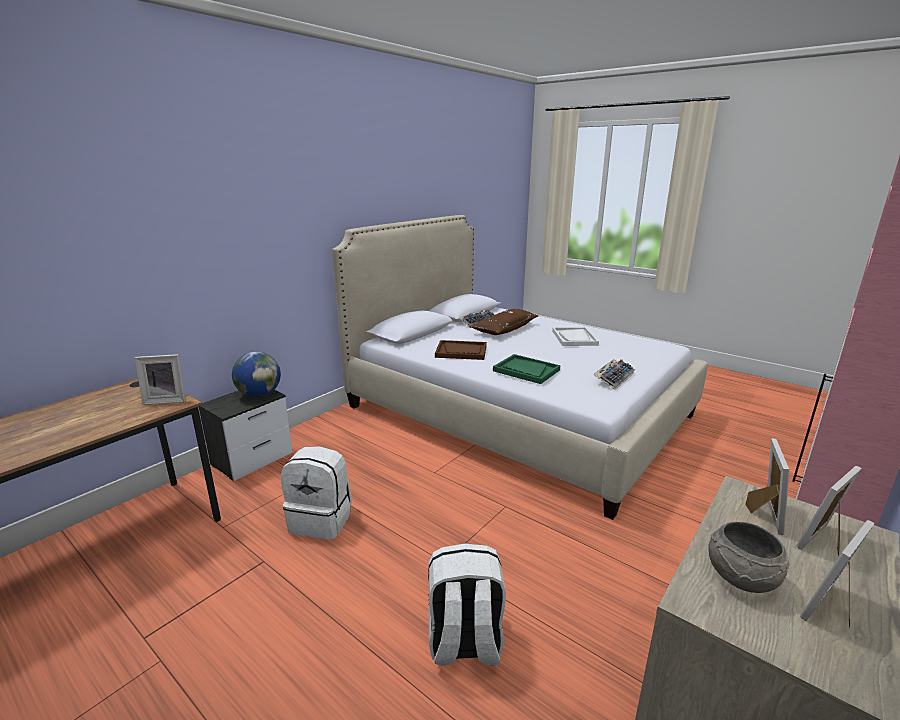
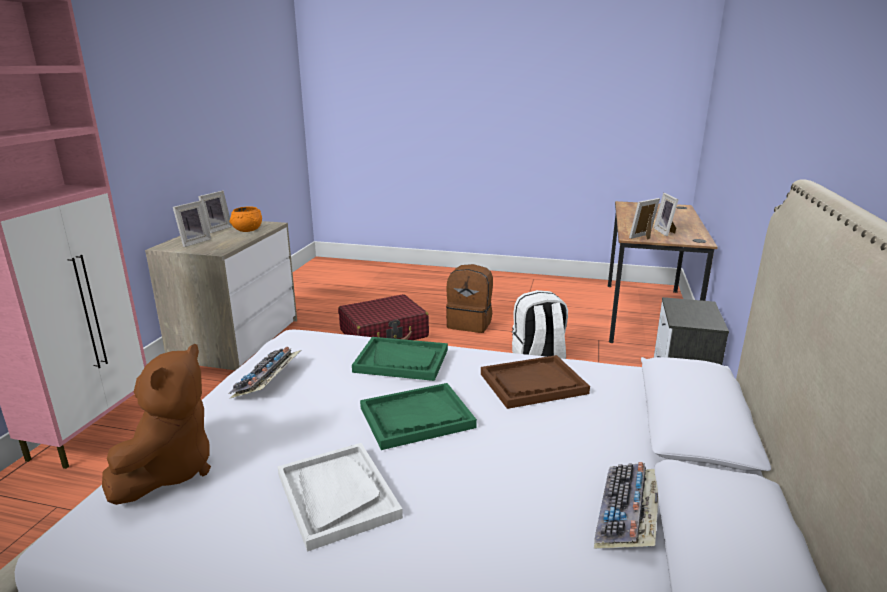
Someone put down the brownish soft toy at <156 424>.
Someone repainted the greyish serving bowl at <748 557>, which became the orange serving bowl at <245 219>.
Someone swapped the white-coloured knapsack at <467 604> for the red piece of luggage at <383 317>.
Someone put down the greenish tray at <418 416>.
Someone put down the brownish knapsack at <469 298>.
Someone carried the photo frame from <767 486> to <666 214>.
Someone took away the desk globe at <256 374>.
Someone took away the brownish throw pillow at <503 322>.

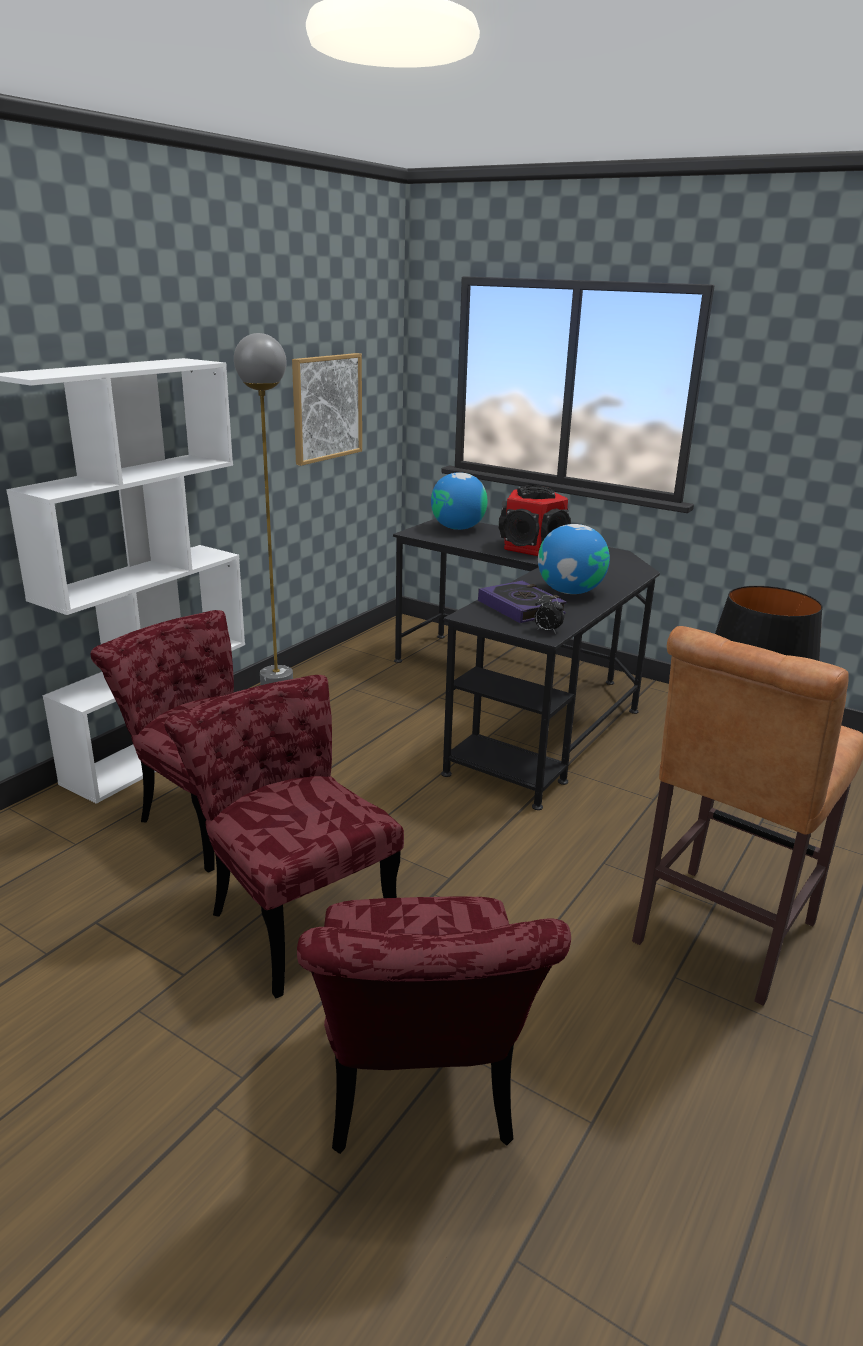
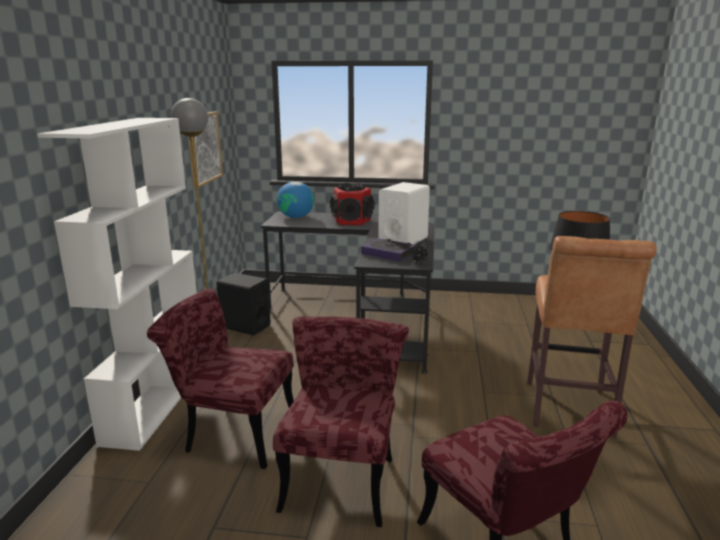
Someone put down the black speaker at <243 304>.
Someone rotated the red plain chair at <284 836> by 75 degrees clockwise.
Someone swapped the desk globe at <574 559> for the white-coloured speaker at <404 213>.

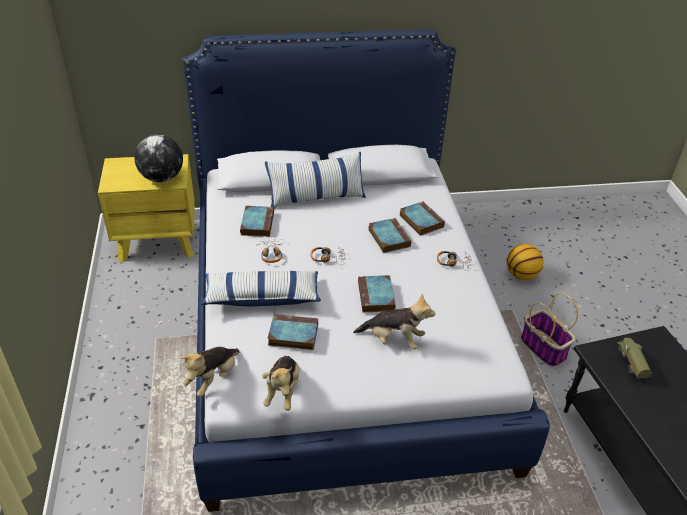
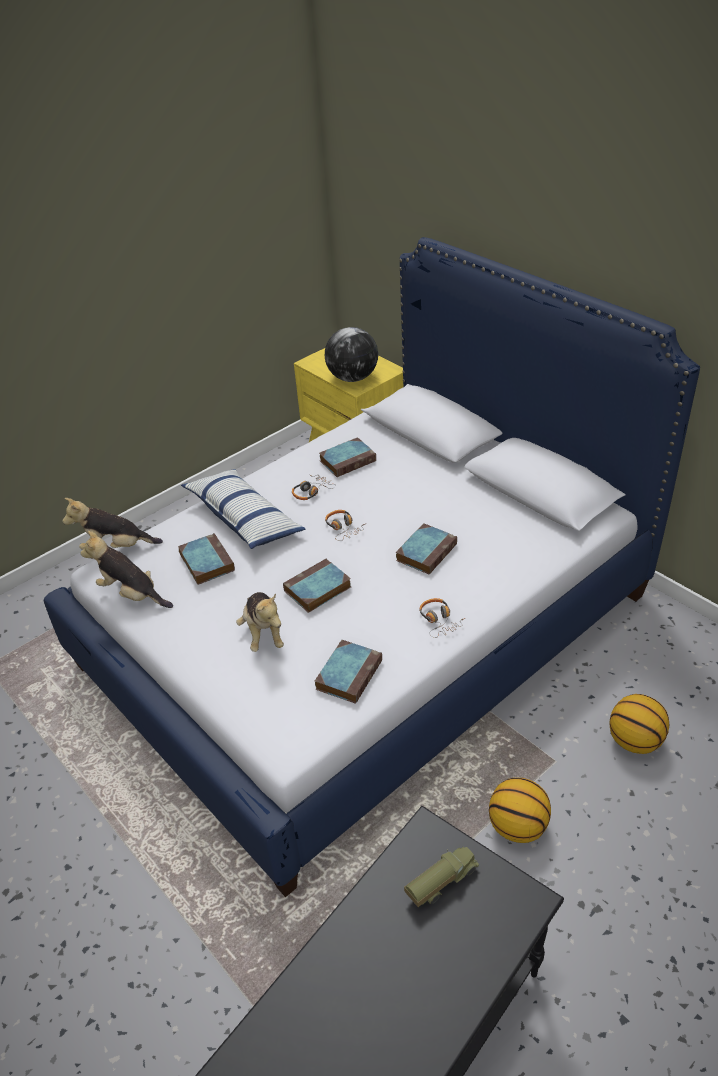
Someone rotated the soft toy at <281 383> by 60 degrees clockwise.
Someone carried the bound book from <422 218> to <348 672>.
Someone swapped the household basket at <549 330> for the basketball at <520 810>.
Someone took away the throw pillow at <315 180>.

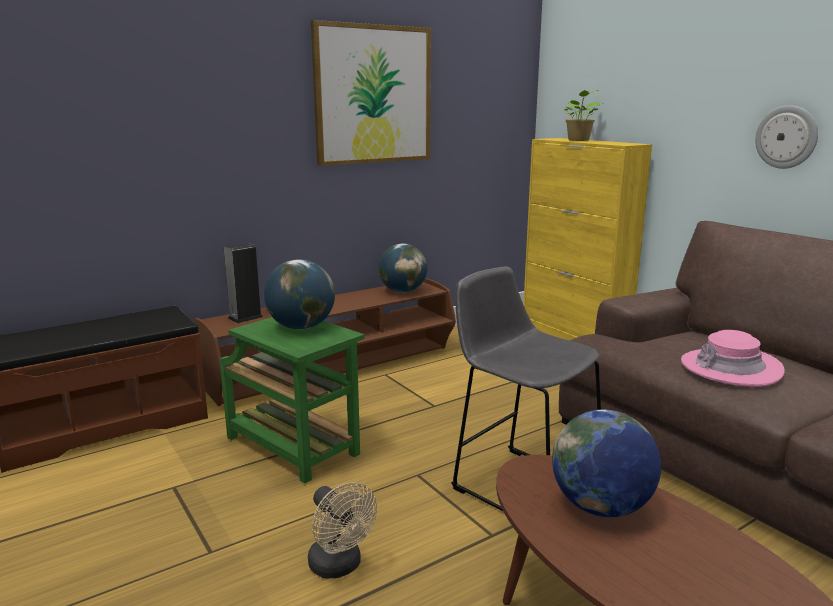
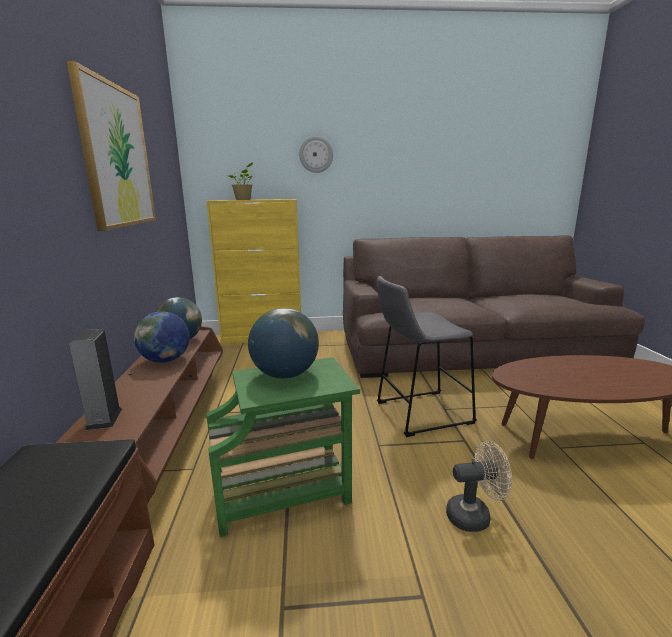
Someone carried the desk globe from <606 463> to <162 337>.
Someone carried the clock on the wall from <786 137> to <316 154>.
Someone took away the pink-coloured hat at <733 358>.

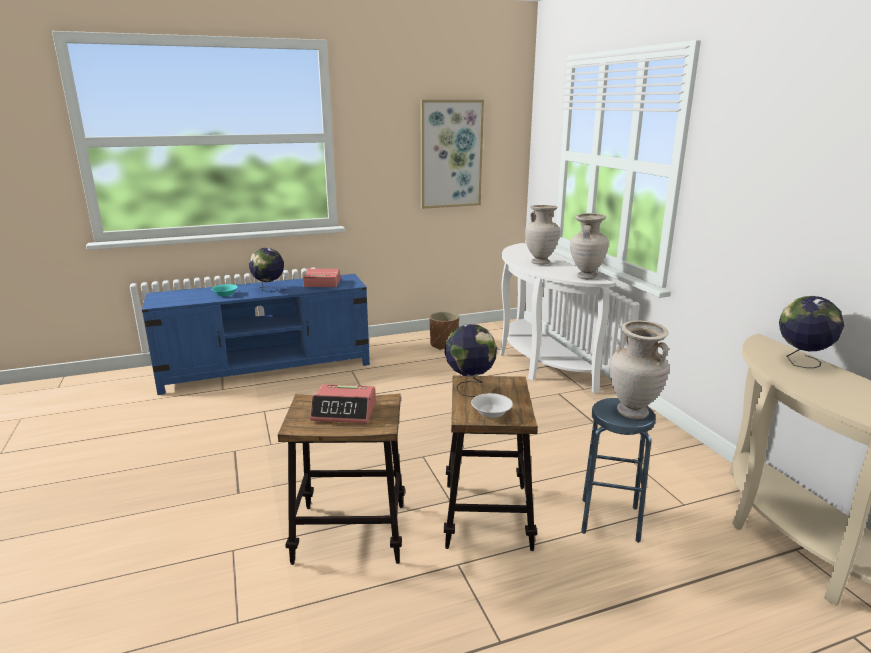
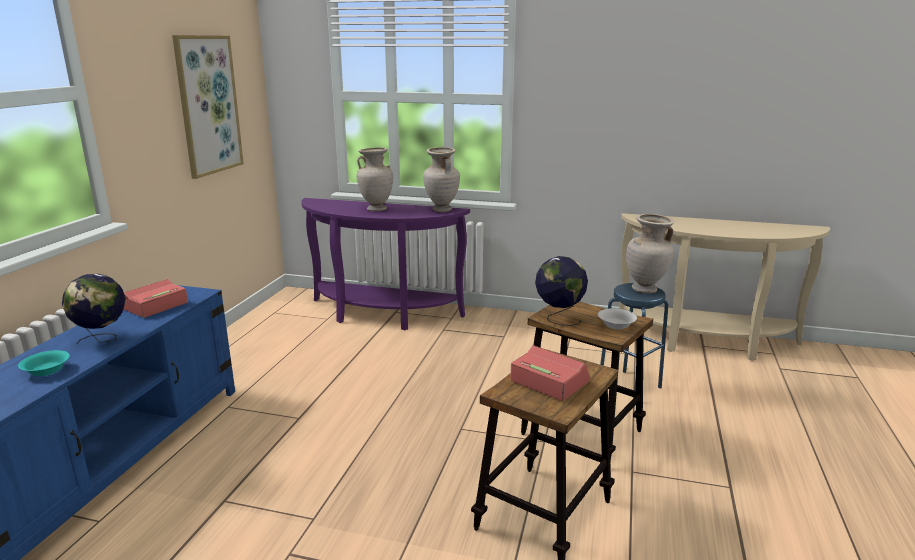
Someone repainted the white-coloured console table at <557 318>, which became the purple-coloured console table at <385 264>.
Someone rotated the table clock at <343 403> by 90 degrees counterclockwise.
Someone took away the brownish plant pot at <444 330>.
Someone took away the desk globe at <812 332>.

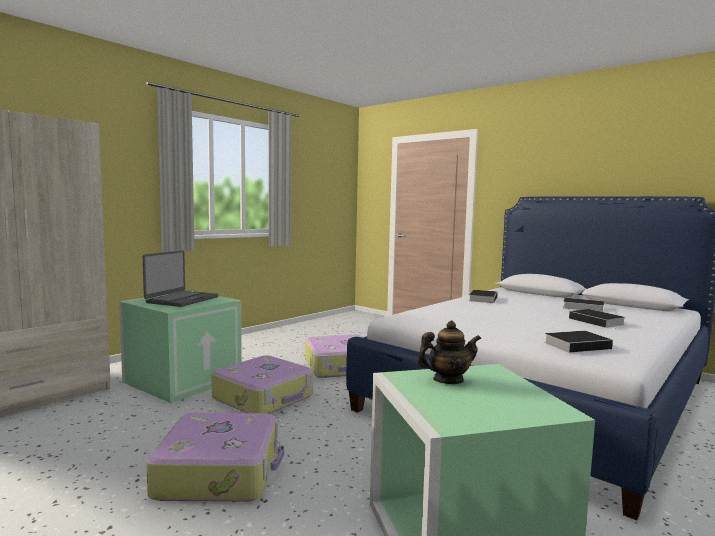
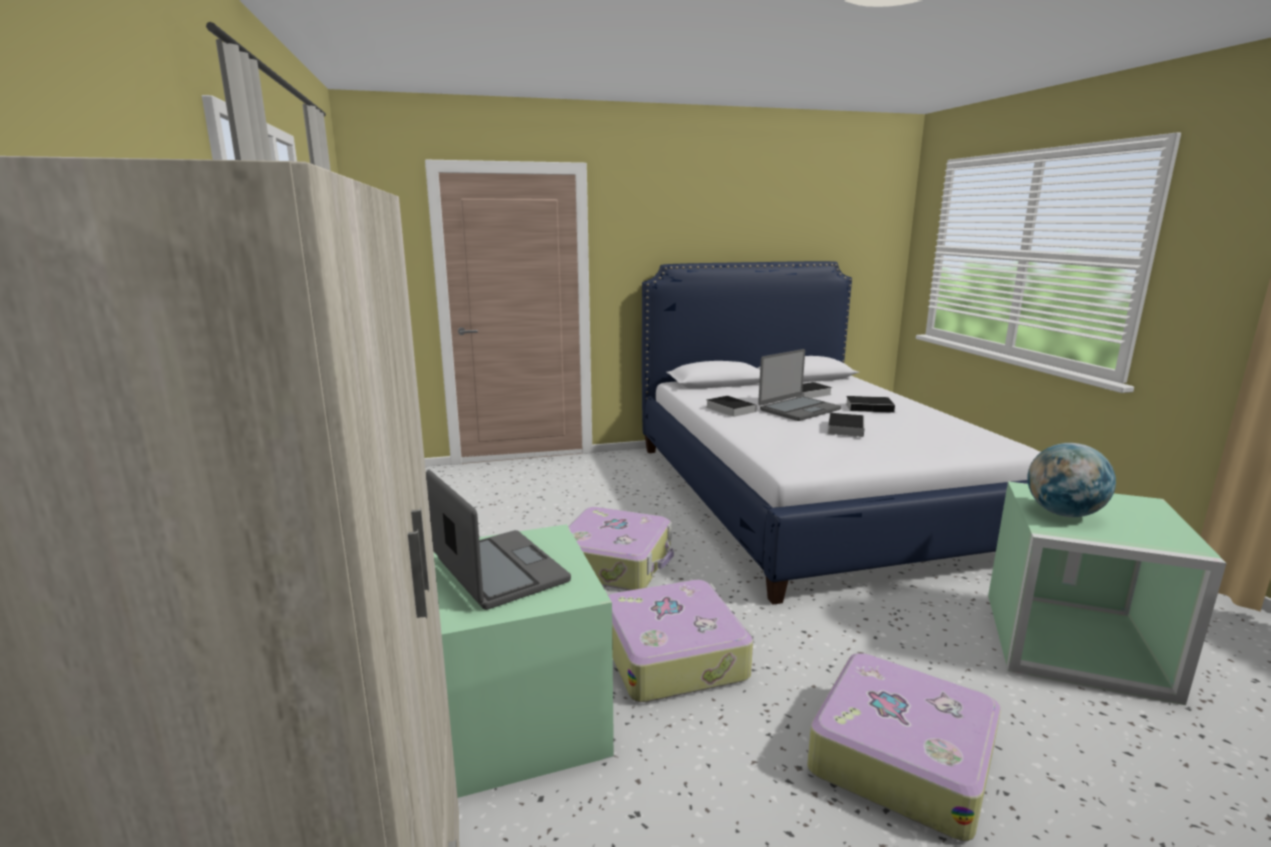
Someone put down the laptop at <799 385>.
Someone carried the bound book from <578 342> to <846 425>.
Someone swapped the tea pot at <449 352> for the desk globe at <1071 480>.

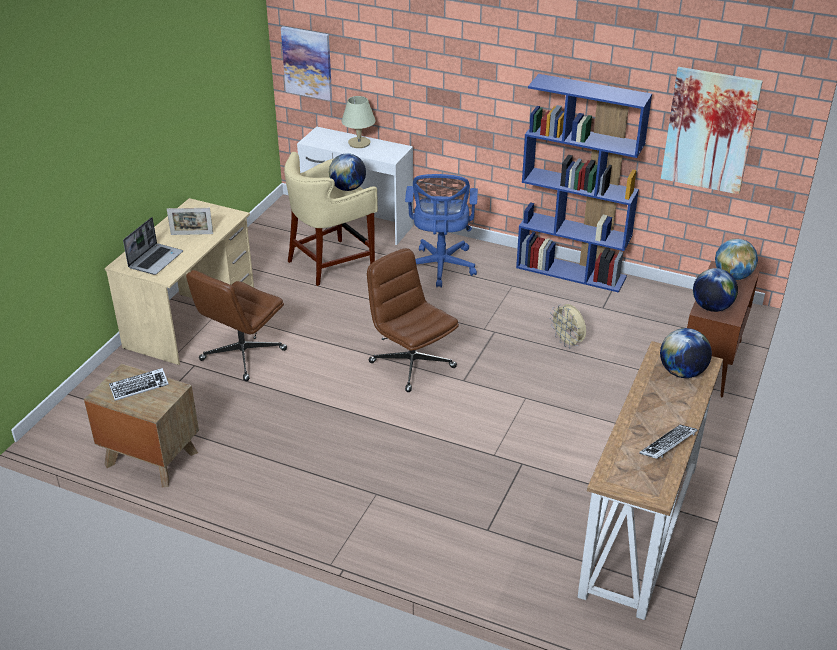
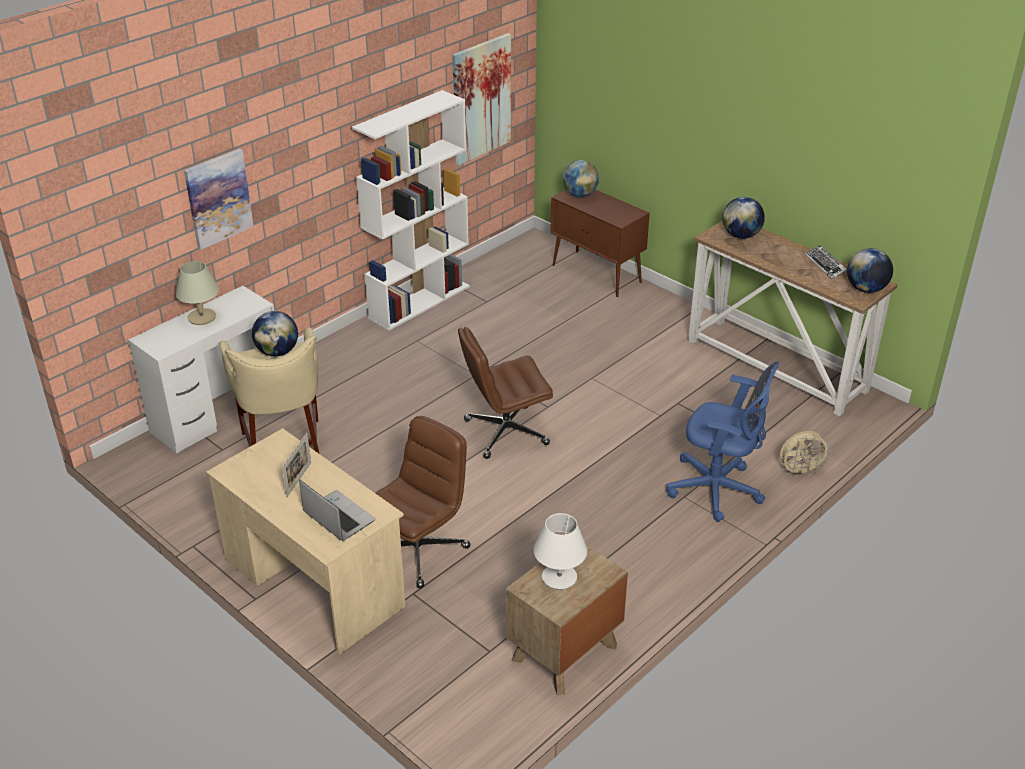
Someone carried the wall art from <306 63> to <219 199>.
Someone repainted the bluish bookshelf at <584 183>, which became the white-coloured bookshelf at <411 210>.
Someone rotated the brownish desk chair at <236 325> by 105 degrees counterclockwise.
Someone swapped the keyboard at <139 384> for the white-coloured table lamp at <560 551>.
Someone carried the bluish desk chair from <441 231> to <723 442>.
Someone carried the sand-coloured cooling fan from <568 325> to <806 454>.
Someone carried the desk globe from <715 290> to <870 270>.

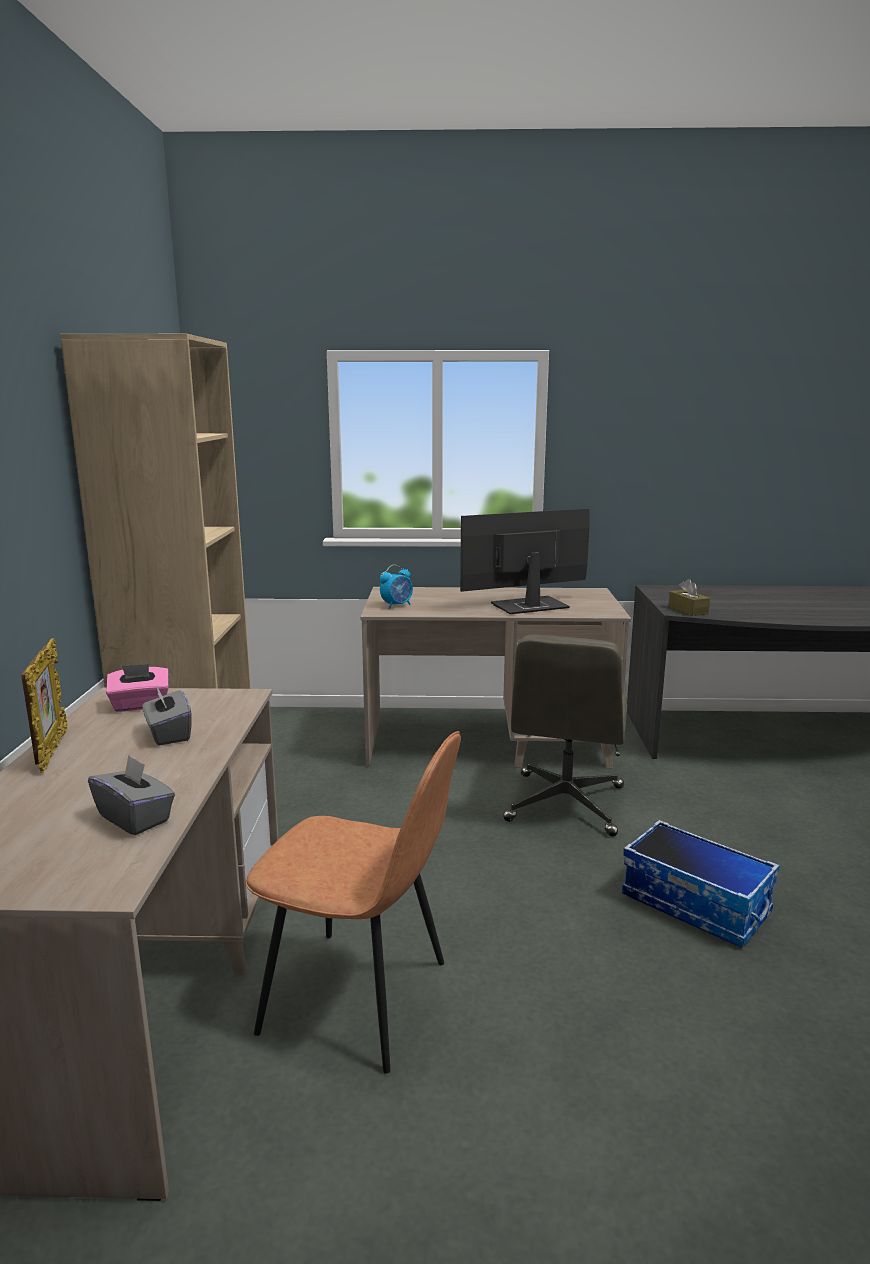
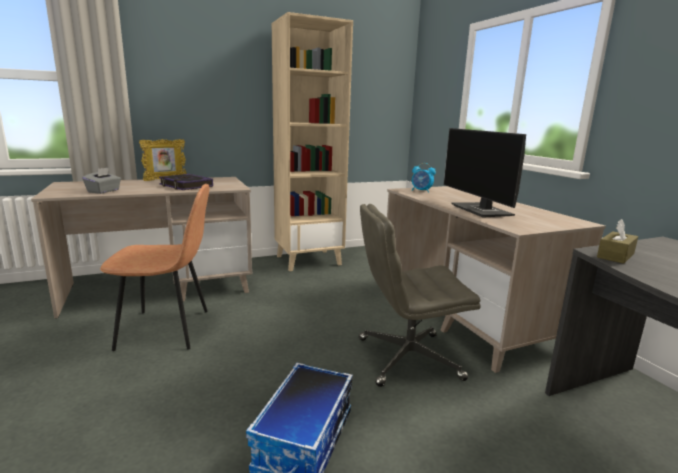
Someone rotated the brownish plain chair at <353 902> by 90 degrees counterclockwise.
Someone swapped the greyish box of tissues at <167 715> for the bound book at <186 182>.
Someone rotated the computer screen at <525 561> by 150 degrees counterclockwise.
Someone took away the pink-coloured box of tissues at <137 688>.

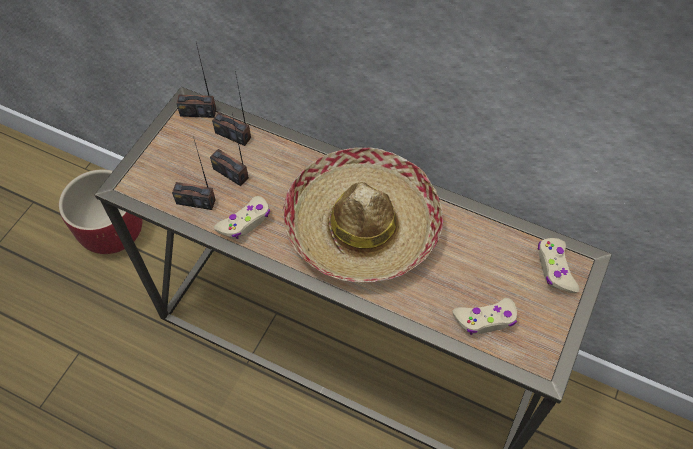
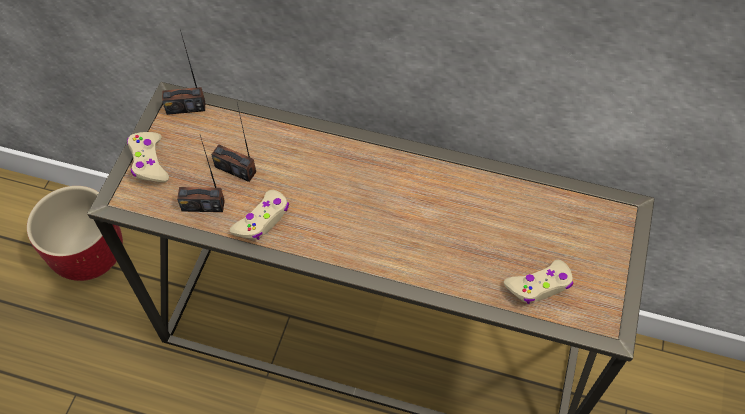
Someone carried the sand-coloured game controller from <558 265> to <148 157>.
Someone took away the radio receiver at <231 108>.
Someone took away the hat at <362 214>.

